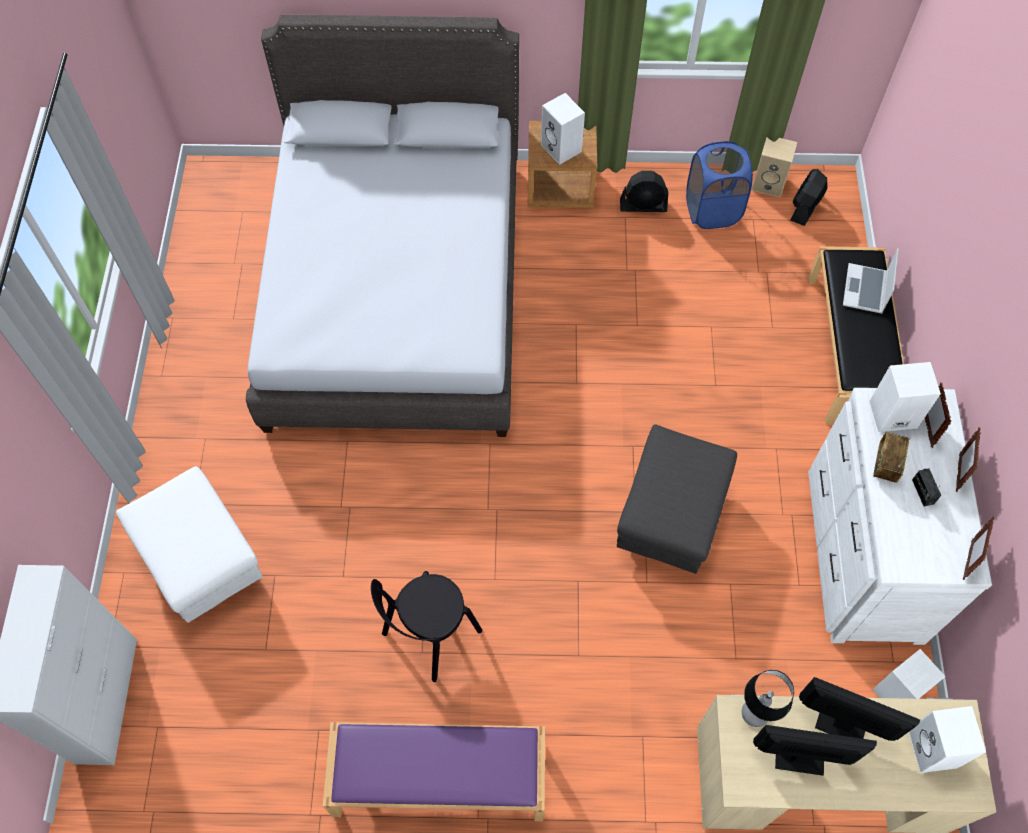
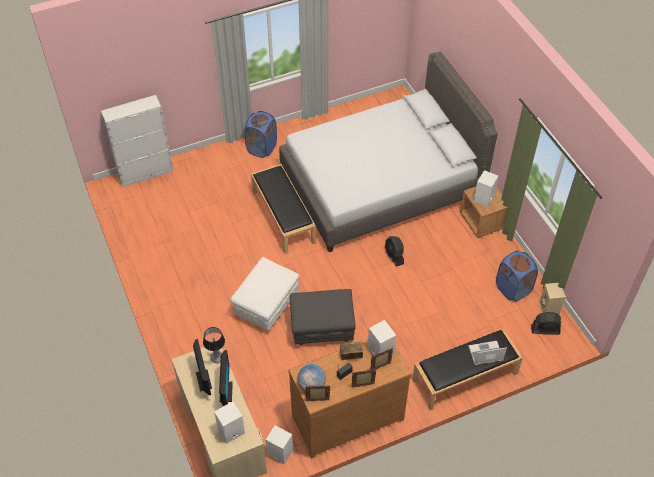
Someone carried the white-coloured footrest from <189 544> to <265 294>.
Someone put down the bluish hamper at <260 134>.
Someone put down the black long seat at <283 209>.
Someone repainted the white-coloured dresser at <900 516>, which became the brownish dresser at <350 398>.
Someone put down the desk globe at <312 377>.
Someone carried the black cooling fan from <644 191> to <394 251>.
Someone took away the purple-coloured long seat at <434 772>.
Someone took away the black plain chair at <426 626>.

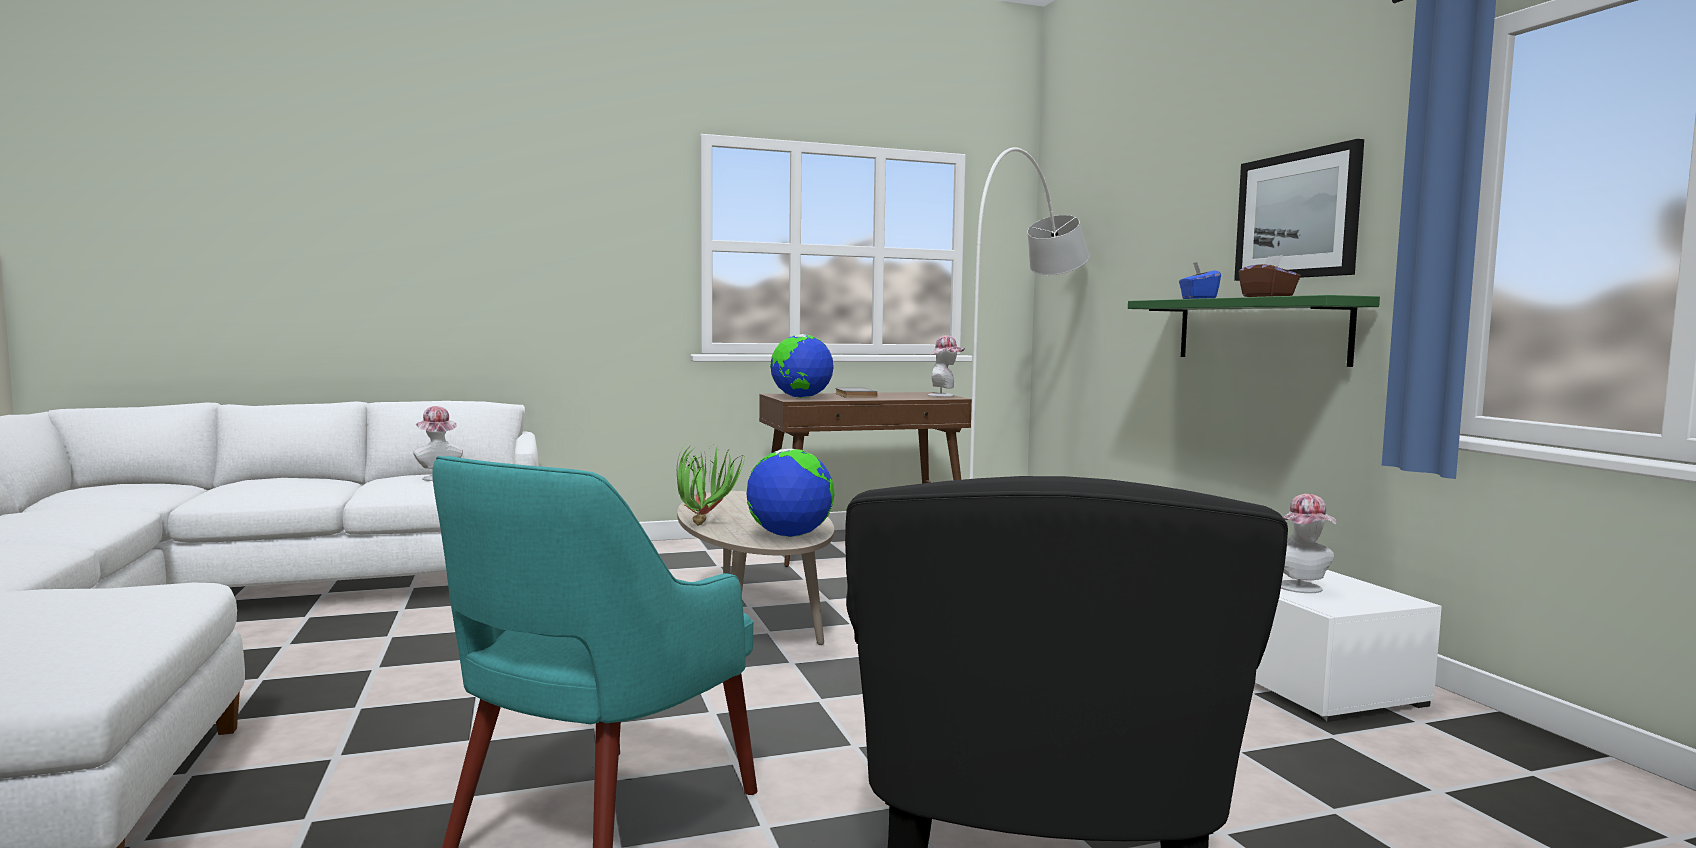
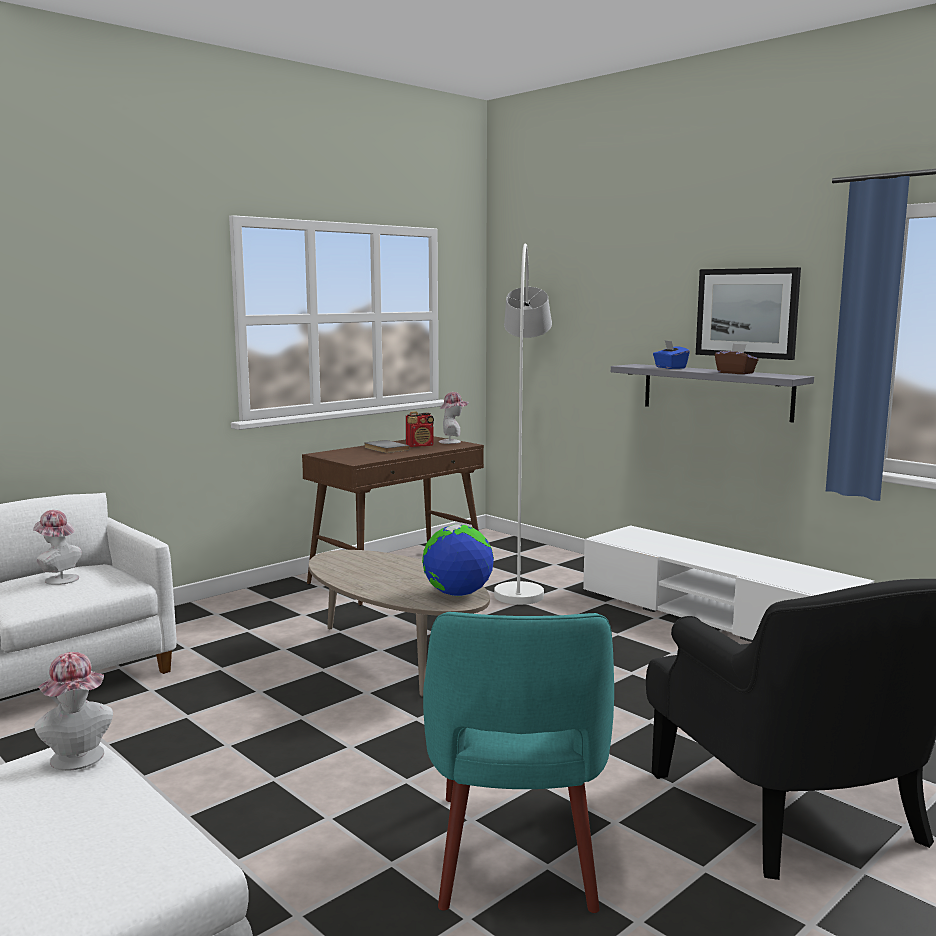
Someone carried the hat from <1308 543> to <73 711>.
Someone put down the radio receiver at <420 429>.
Someone repainted the greenish wall shelf at <1254 331>, which became the greyish wall shelf at <712 393>.
Someone took away the plant in a pot at <711 485>.
Someone took away the desk globe at <802 366>.

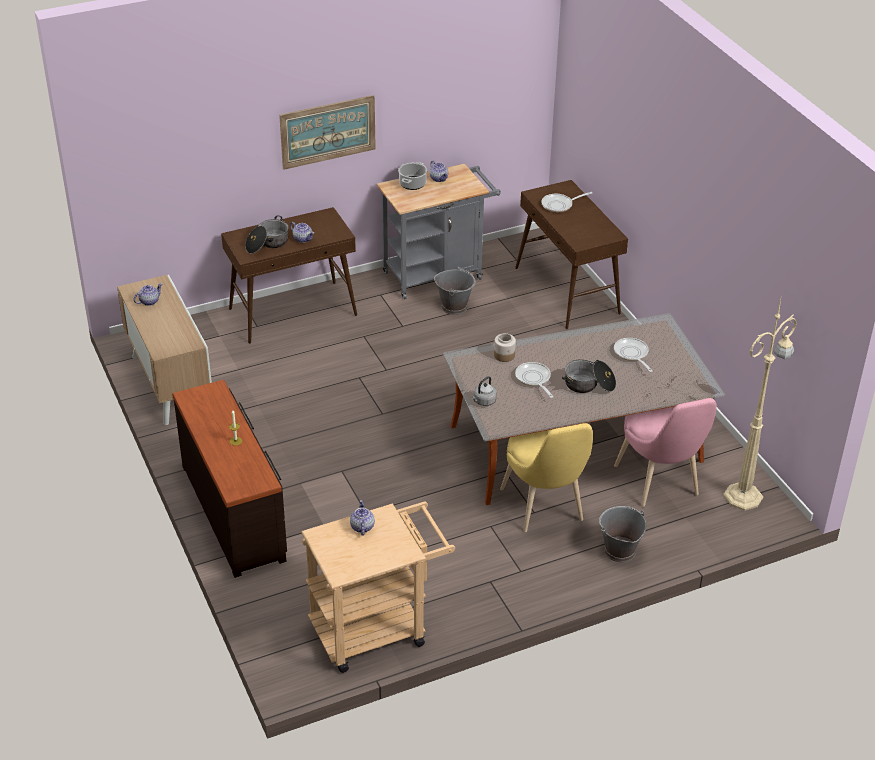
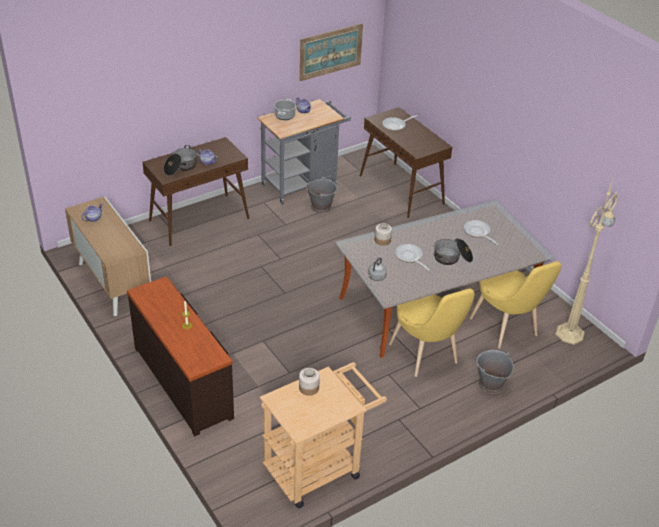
Someone swapped the tea pot at <362 518> for the storage jar at <309 382>.
Someone carried the wall art from <327 132> to <331 52>.
Someone repainted the pink-coloured plain chair at <665 452>, which became the yellow plain chair at <515 305>.

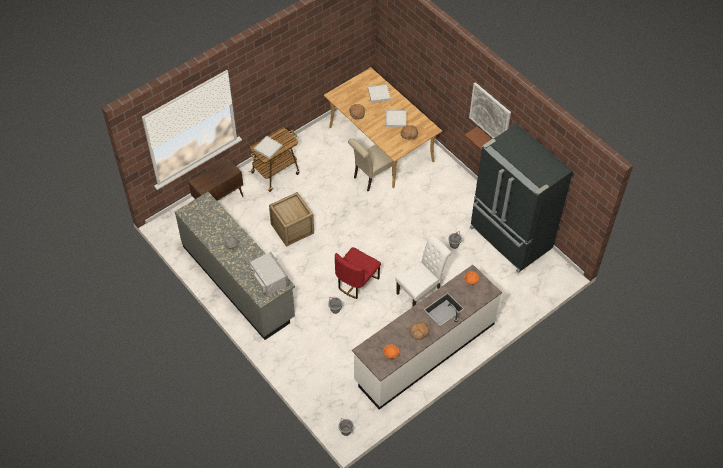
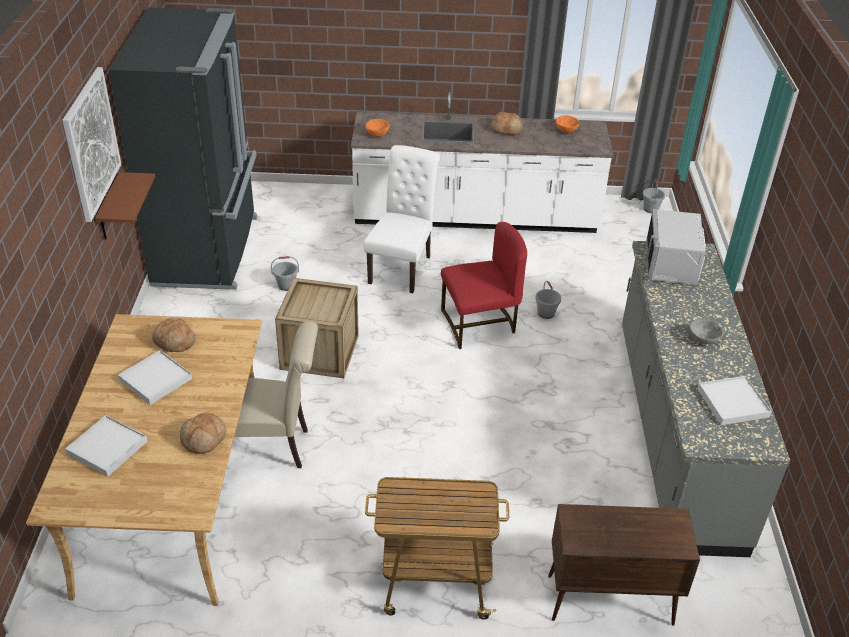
Someone carried the shipping crate from <291 219> to <317 328>.
Someone rotated the white-coloured plain chair at <423 271> by 105 degrees clockwise.
Someone carried the white-coloured tray from <268 147> to <734 400>.

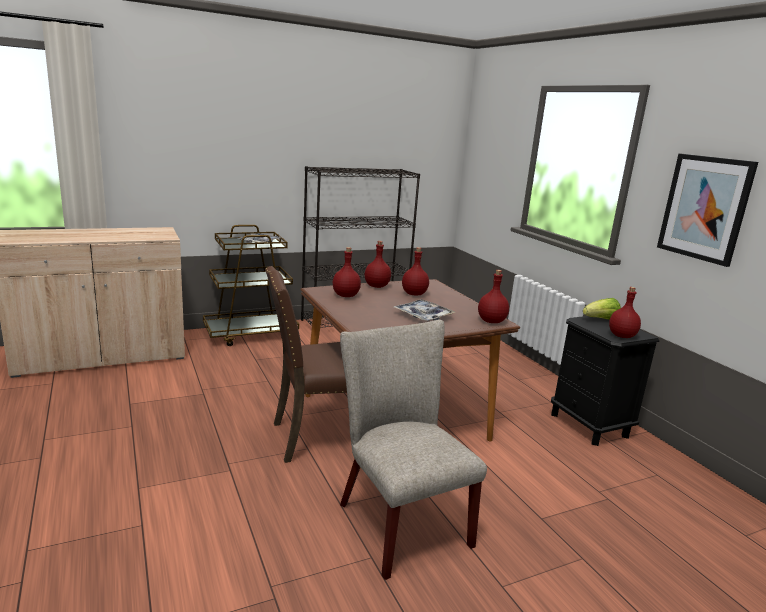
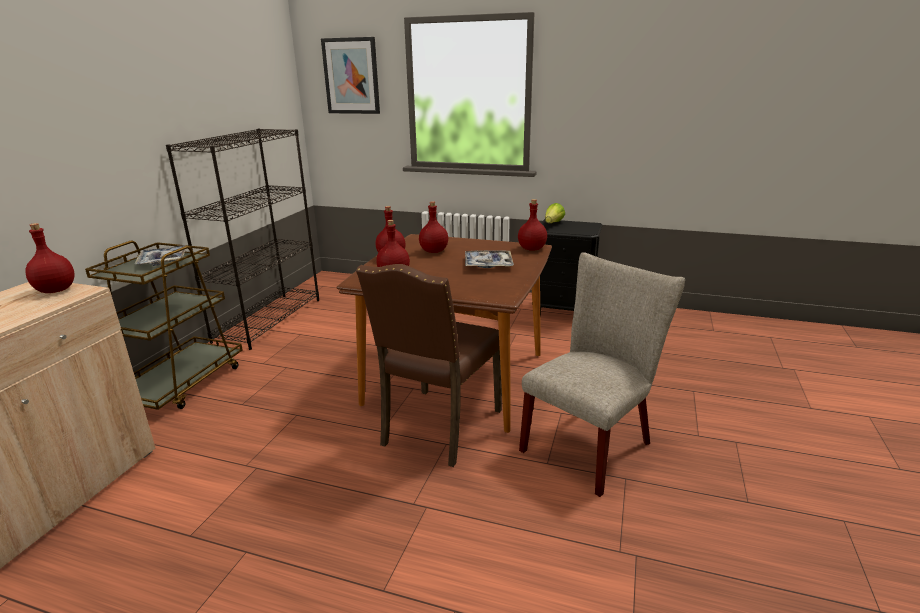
Someone carried the red drink bottle from <625 312> to <50 258>.
Someone carried the wall art from <707 210> to <350 75>.
Someone rotated the sand-coloured plain chair at <413 450> by 120 degrees clockwise.

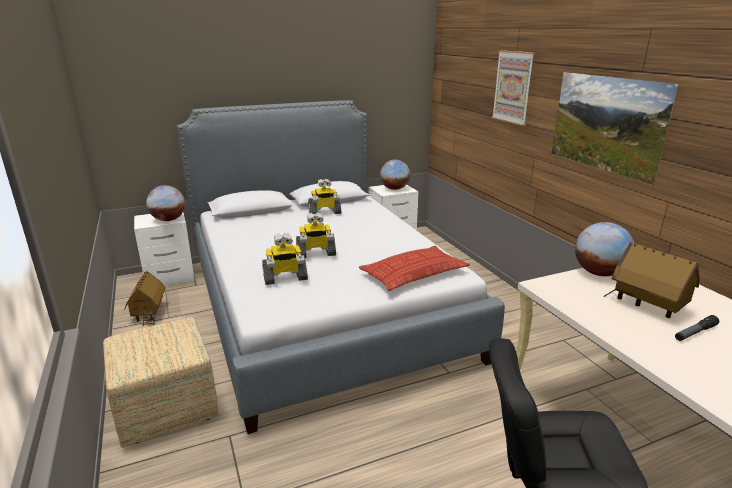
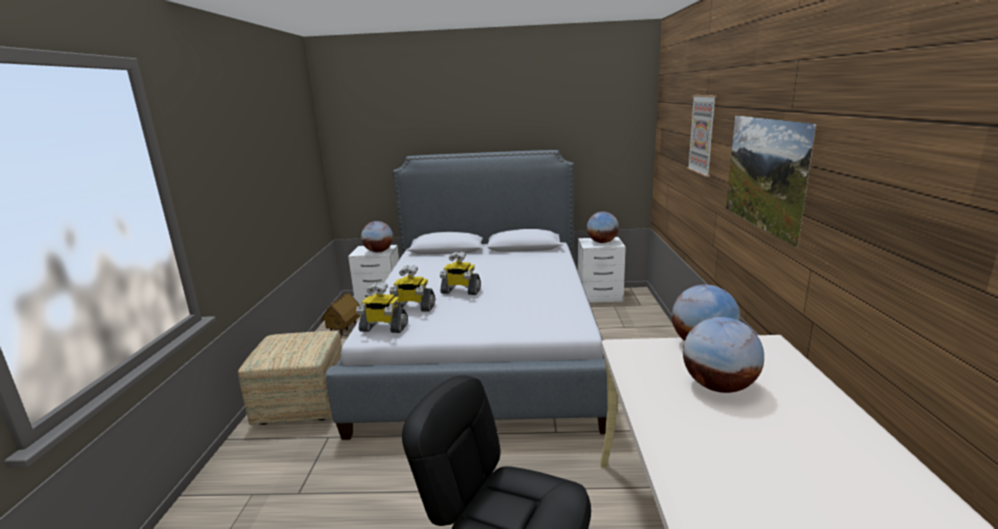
Someone carried the model robot from <324 196> to <382 307>.
Someone swapped the model house at <652 280> for the desk globe at <723 355>.
Someone took away the throw pillow at <414 268>.
Someone took away the flashlight at <697 328>.

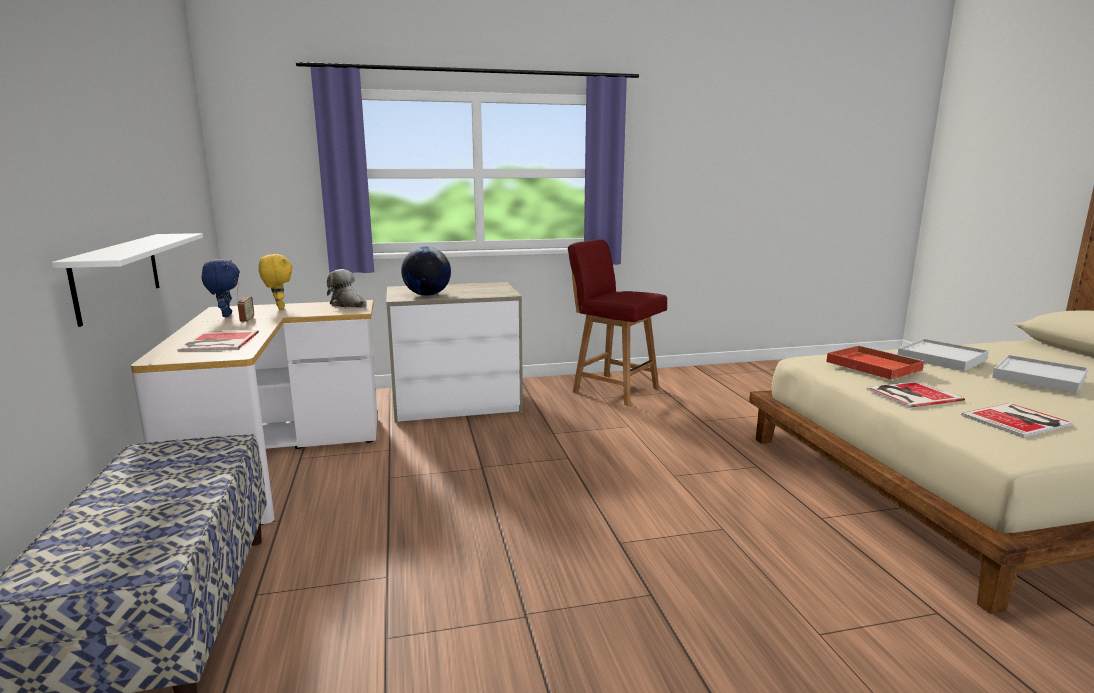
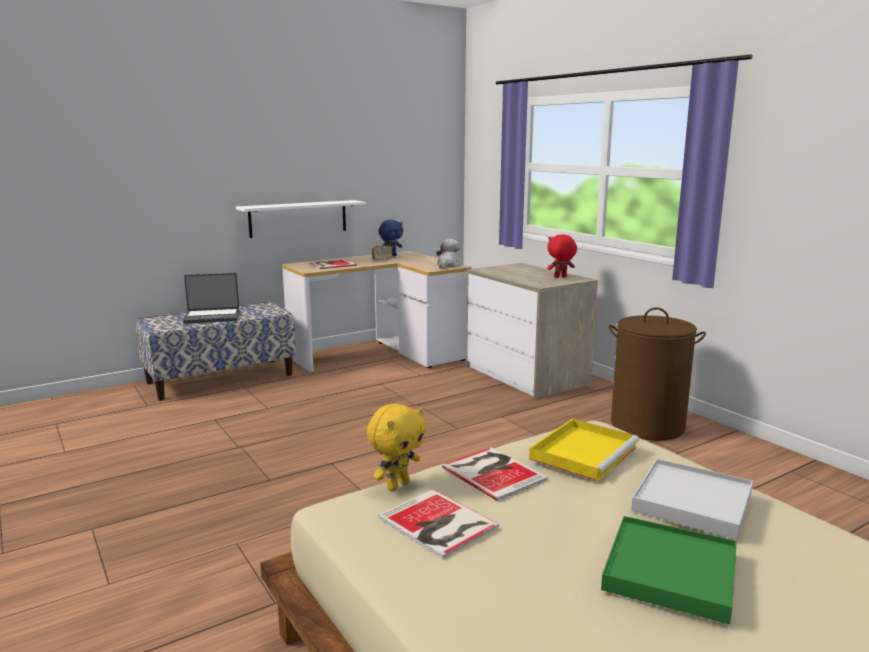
Someone put down the laptop at <211 298>.
Someone carried the yellow soft toy from <276 281> to <396 447>.
Someone repainted the red tray at <875 362>, which became the yellow tray at <584 449>.
Someone put down the red soft toy at <562 256>.
Someone repainted the white-coloured tray at <1040 374>, which became the greenish tray at <669 570>.
Someone swapped the red plain chair at <617 322> for the brownish hamper at <657 374>.
Someone took away the desk globe at <426 271>.

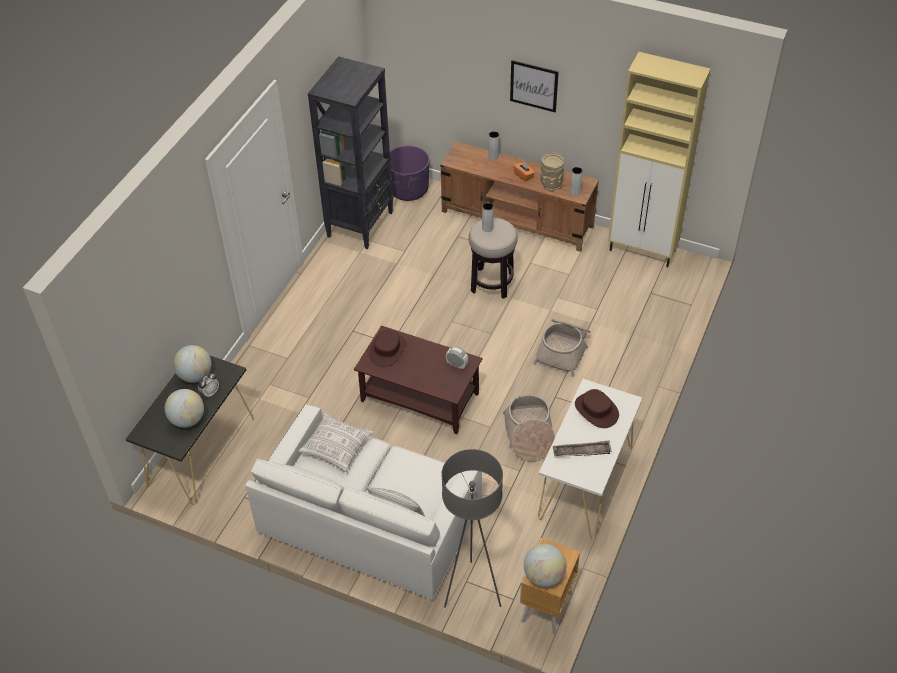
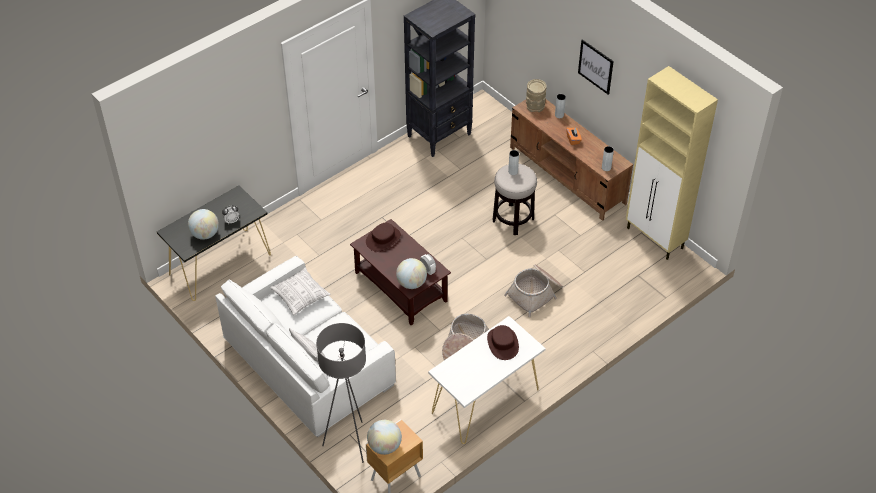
Someone carried the desk globe from <192 364> to <411 273>.
Someone carried the sand-coloured flower vase from <552 172> to <536 95>.
Someone took away the purple-coloured plant pot at <409 173>.
Someone took away the tray at <582 449>.

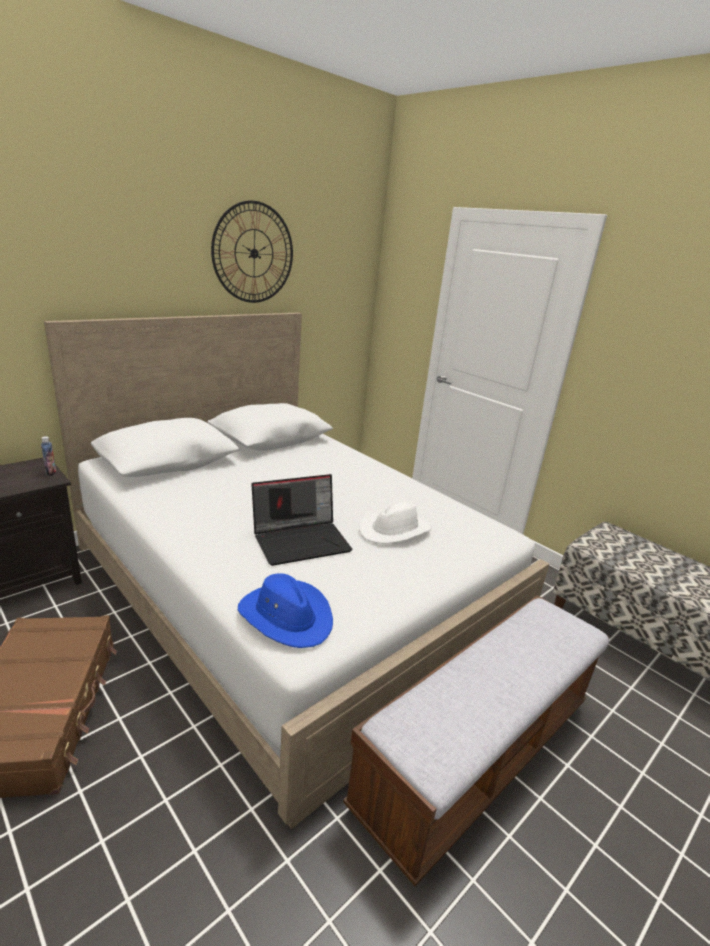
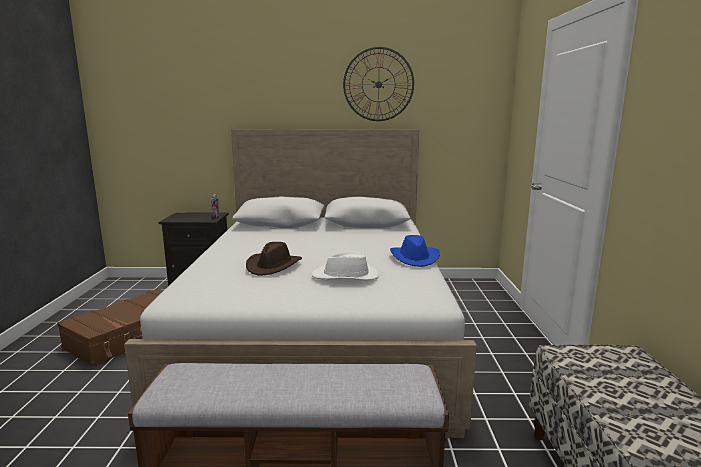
Someone swapped the laptop at <301 520> for the brownish hat at <274 258>.
Someone carried the bluish hat from <285 610> to <415 251>.

